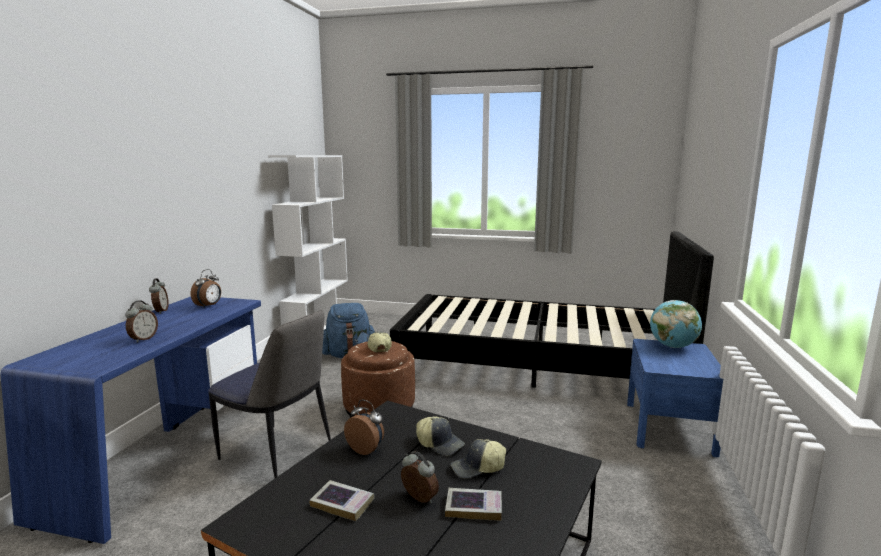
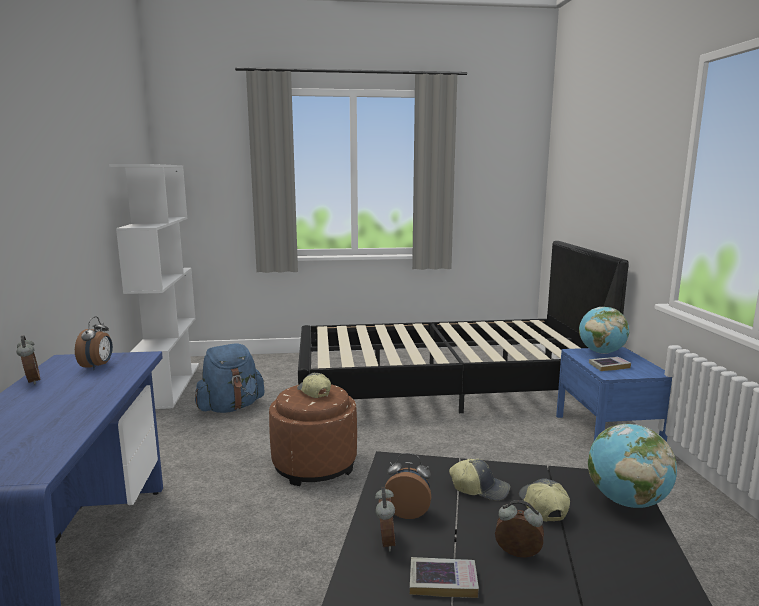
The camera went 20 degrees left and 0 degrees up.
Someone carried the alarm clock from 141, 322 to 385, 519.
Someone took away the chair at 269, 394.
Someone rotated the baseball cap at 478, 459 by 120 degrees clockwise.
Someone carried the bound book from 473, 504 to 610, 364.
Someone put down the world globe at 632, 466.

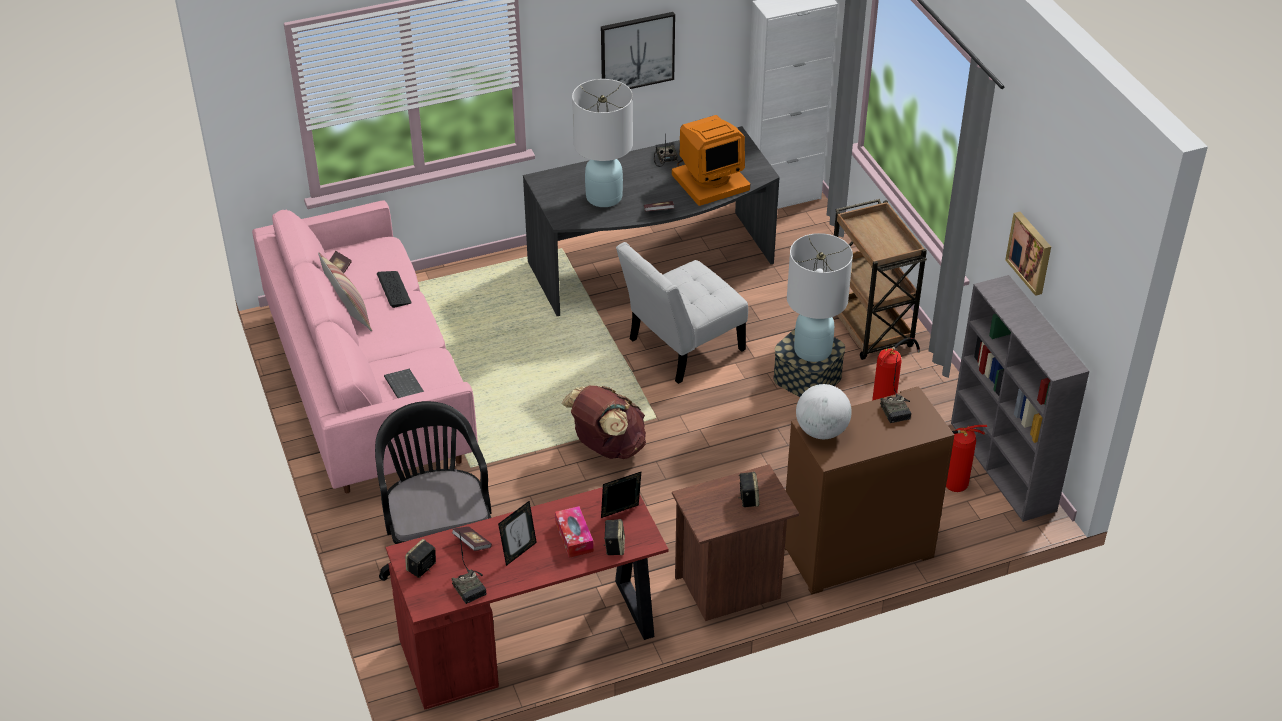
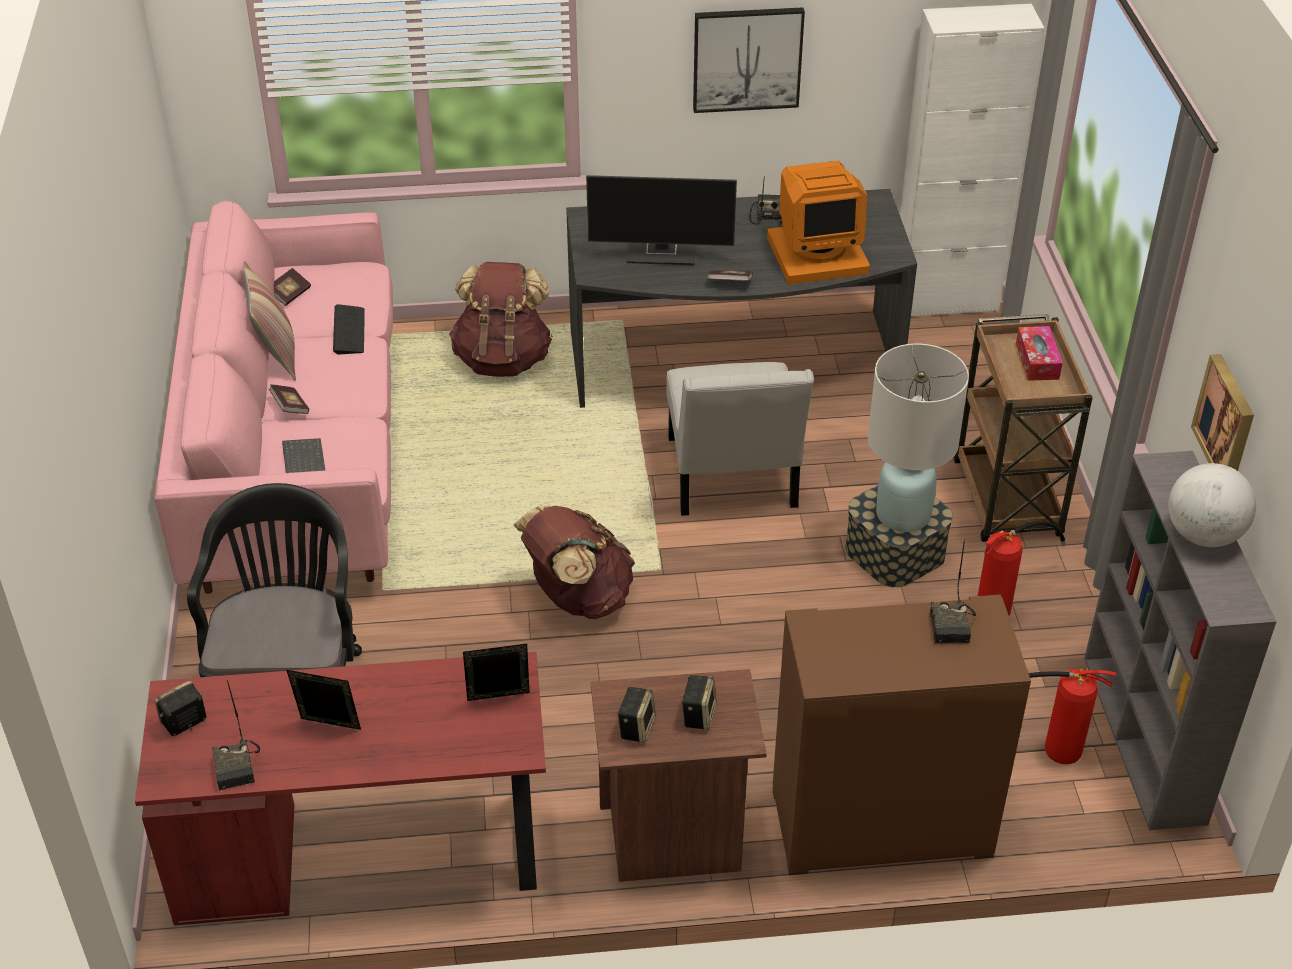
The camera went 15 degrees right and 0 degrees up.
Someone swapped the tabletop lamp/whitish at 602, 143 for the computer screen at 661, 220.
Someone rotated the chair/whitish at 682, 313 by 75 degrees counterclockwise.
Someone carried the world globe from 824, 411 to 1212, 505.
Someone rotated the photo frame at 517, 533 by 135 degrees counterclockwise.
Someone carried the tissue box from 574, 532 to 1039, 353.
Someone carried the loudspeaker from 614, 537 to 636, 715.
Someone carried the bound book from 472, 538 to 289, 399.
Someone put down the rucksack/brownish at 501, 319.

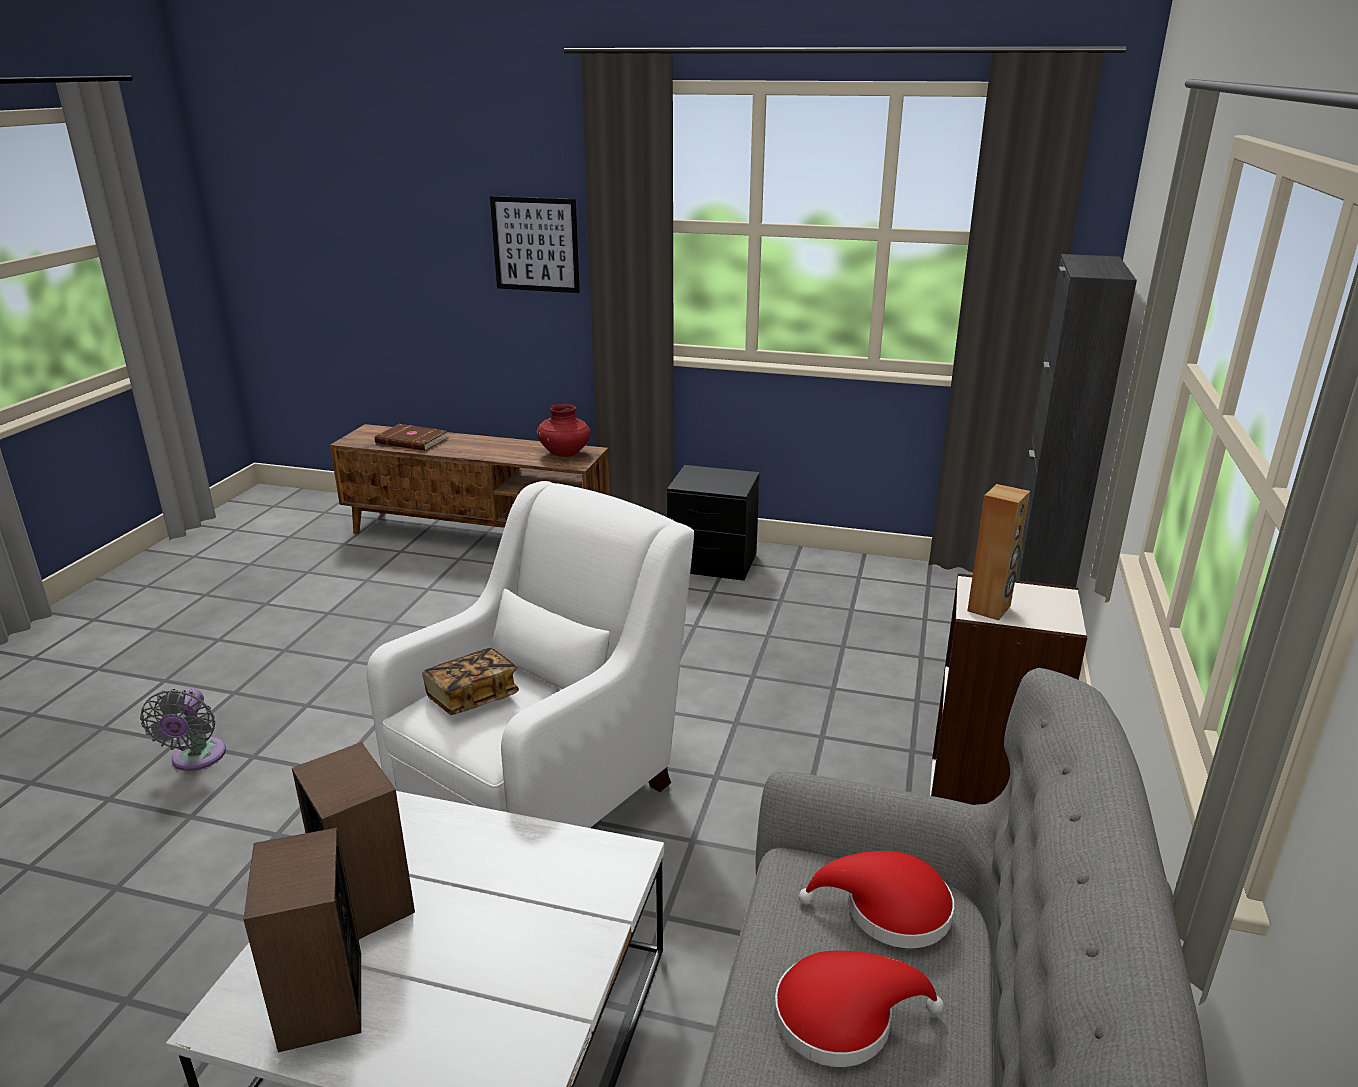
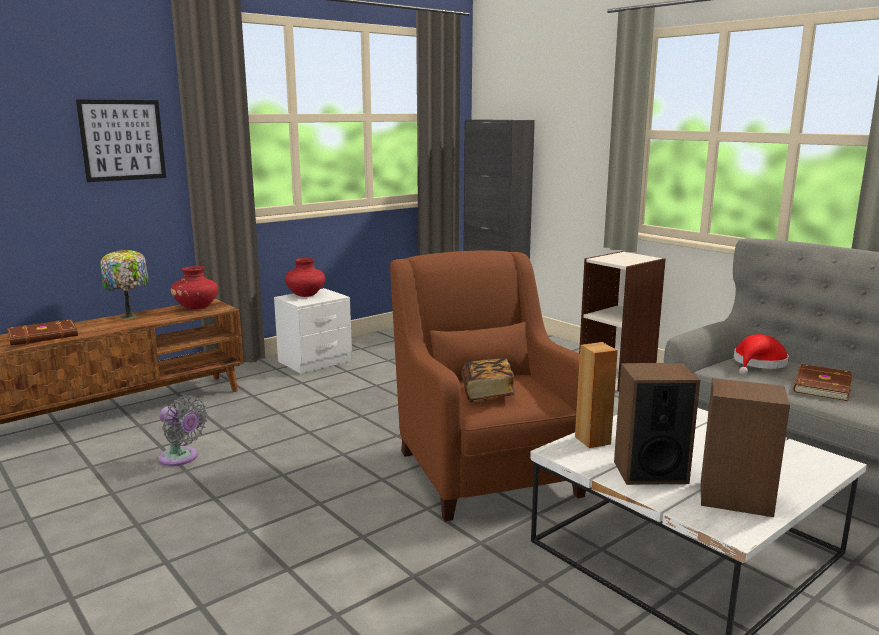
The camera went 55 degrees left and 10 degrees down.
Someone repainted the bedside table/blackish at 713, 523, which became the bedside table/whitish at 313, 331.
Someone repainted the armchair/whitish at 530, 654, which became the armchair/brownish at 488, 386.
Someone carried the loudspeaker/brownish from 998, 552 to 596, 395.
Someone carried the cooling fan/greyish from 183, 729 to 183, 430.
Someone swapped the clothing hat/red at 859, 1009 for the bound book/brownish at 822, 382.
Someone put down the tabletop lamp at 124, 284.
Someone put down the flower vase/red at 305, 277.

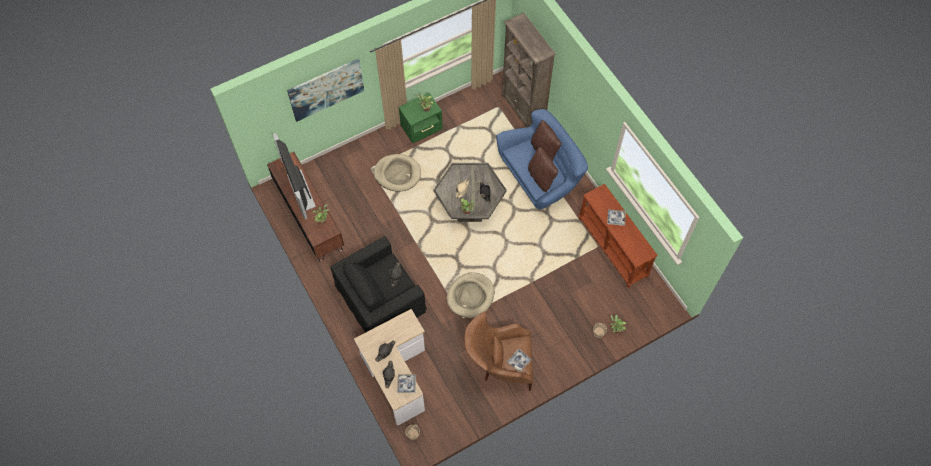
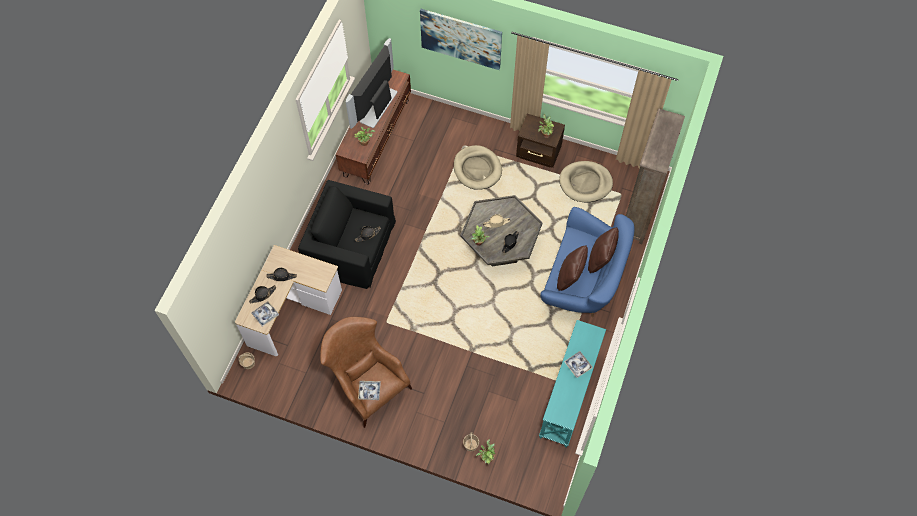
The camera went 50 degrees right and 0 degrees up.
Someone repainted the bedside table/green at 421, 118, which became the bedside table/brownish at 540, 141.
Someone repainted the console table/brownish at 618, 236, which became the console table/turquoise-coloured at 572, 383.
Someone carried the dog bed/beige from 470, 295 to 586, 181.

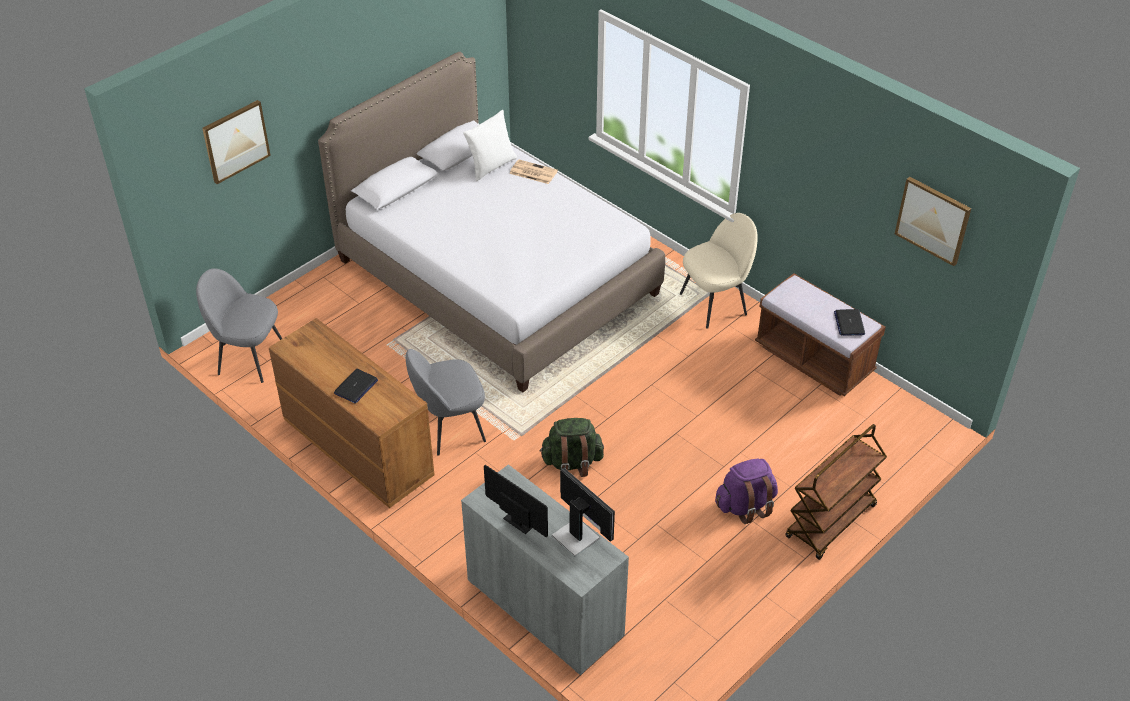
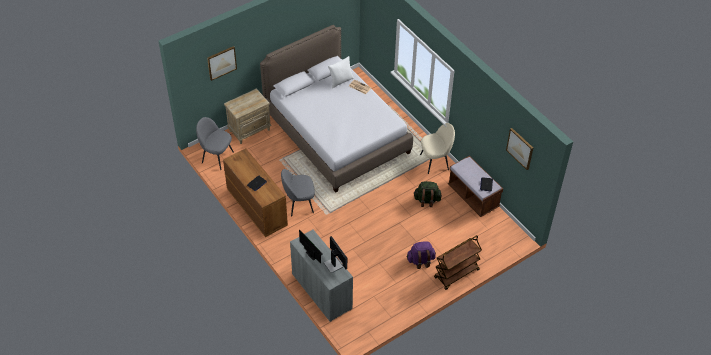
The camera went 10 degrees right and 5 degrees up.
Someone carried the rucksack/green from 571, 447 to 427, 194.
Someone put down the bedside table/beige at 248, 116.

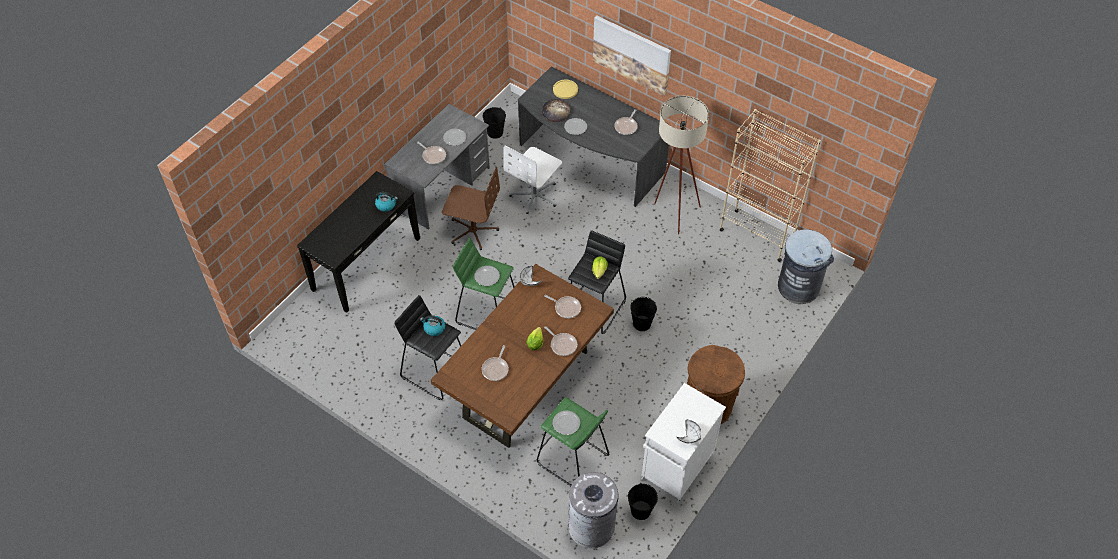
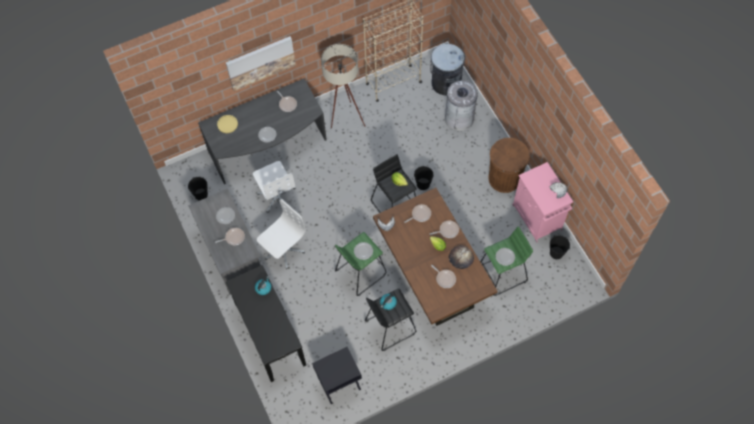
The camera went 60 degrees left and 10 degrees up.
Someone carried the bakery bread from 556, 110 to 461, 257.
Someone repainted the office chair/brownish at 471, 208, which became the office chair/whitish at 281, 234.
Someone repainted the storage cabinet/whitish at 683, 443, which became the storage cabinet/pink-coloured at 543, 202.
Someone carried the waste bin/greyish from 593, 510 to 461, 105.
Someone put down the bedside table/blackish at 337, 375.

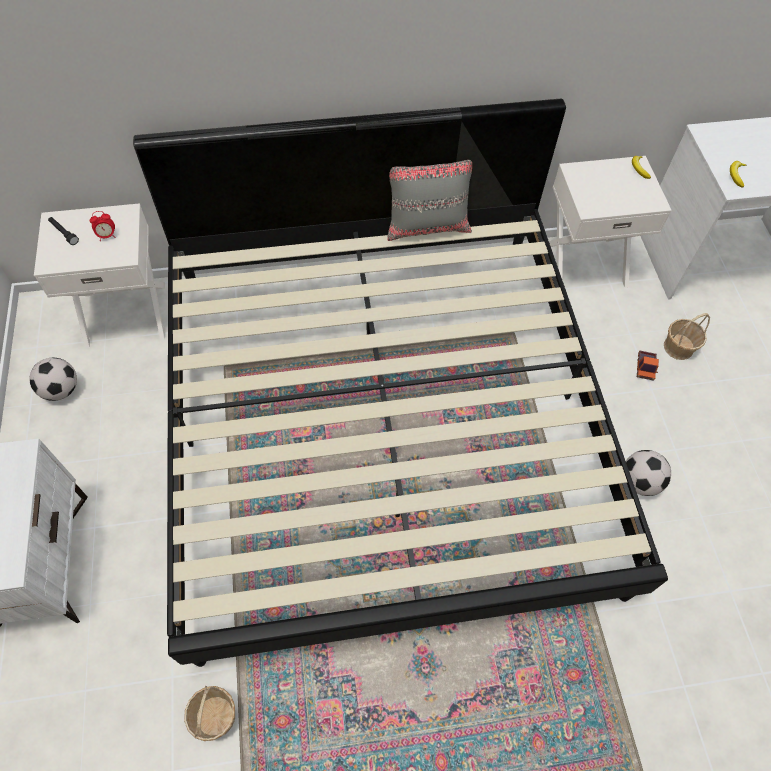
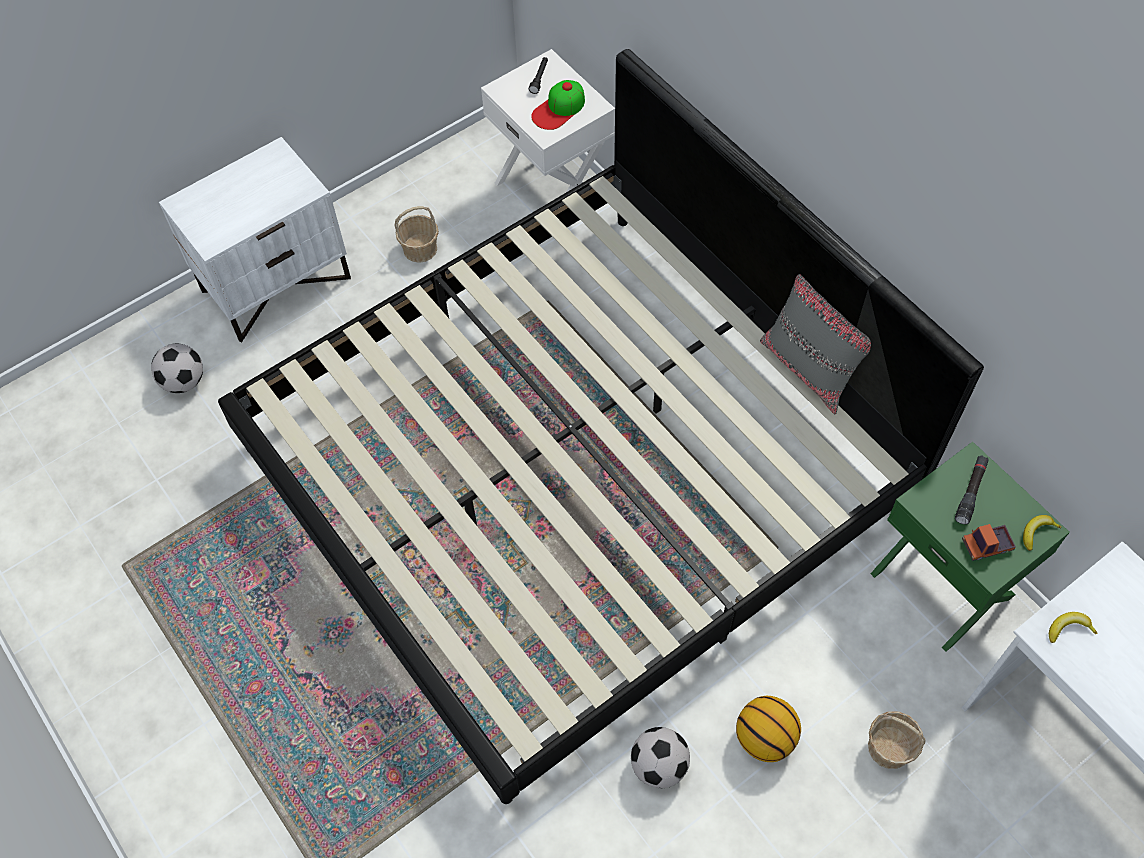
The camera went 65 degrees right and 0 degrees up.
Someone repainted the bedside table/whitish at 610, 222, which became the bedside table/green at 970, 547.
Someone swapped the alarm clock at 103, 226 for the baseball cap at 558, 105.
Someone carried the model truck from 648, 366 to 989, 542.
Someone carried the football from 53, 379 to 177, 368.
Someone carried the basket from 209, 713 to 417, 234.
Someone put down the flashlight/blackish at 972, 489.
Someone put down the basketball ball at 768, 729.

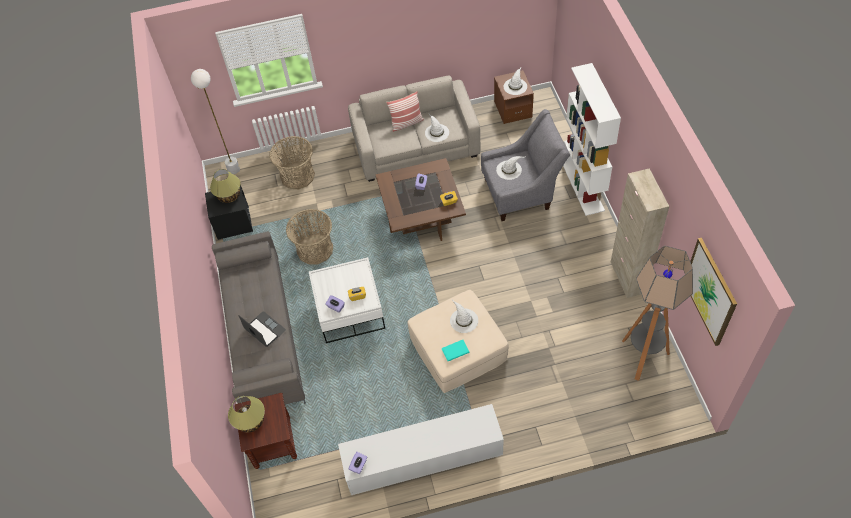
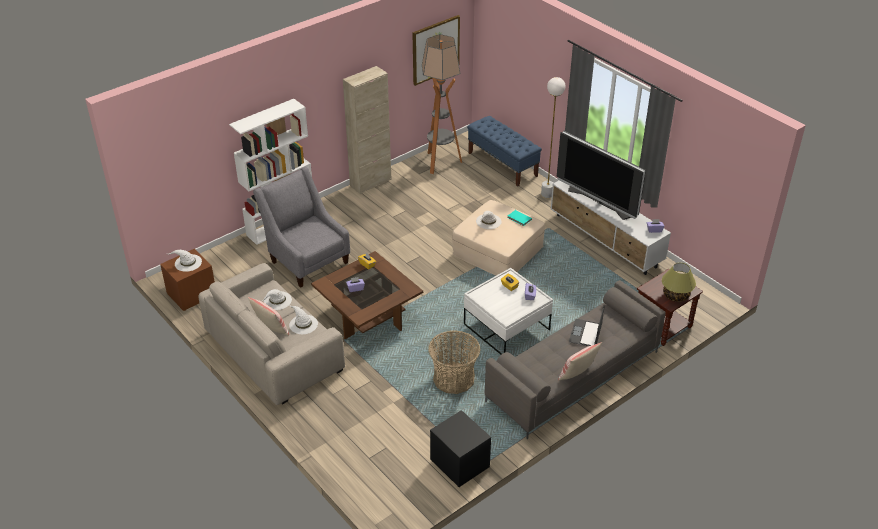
The camera went 120 degrees left and 15 degrees down.
Someone carried the standing lamp/whitish from 215, 122 to 553, 137.
Someone took away the basket at 292, 162.
Someone carried the clothing hat/whitish from 511, 168 to 303, 319.
Someone took away the tabletop lamp at 225, 186.
Someone put down the indoor bench/blue-coloured at 504, 151.
Someone put down the TV at 601, 175.
Someone put down the cushion at 580, 361.

